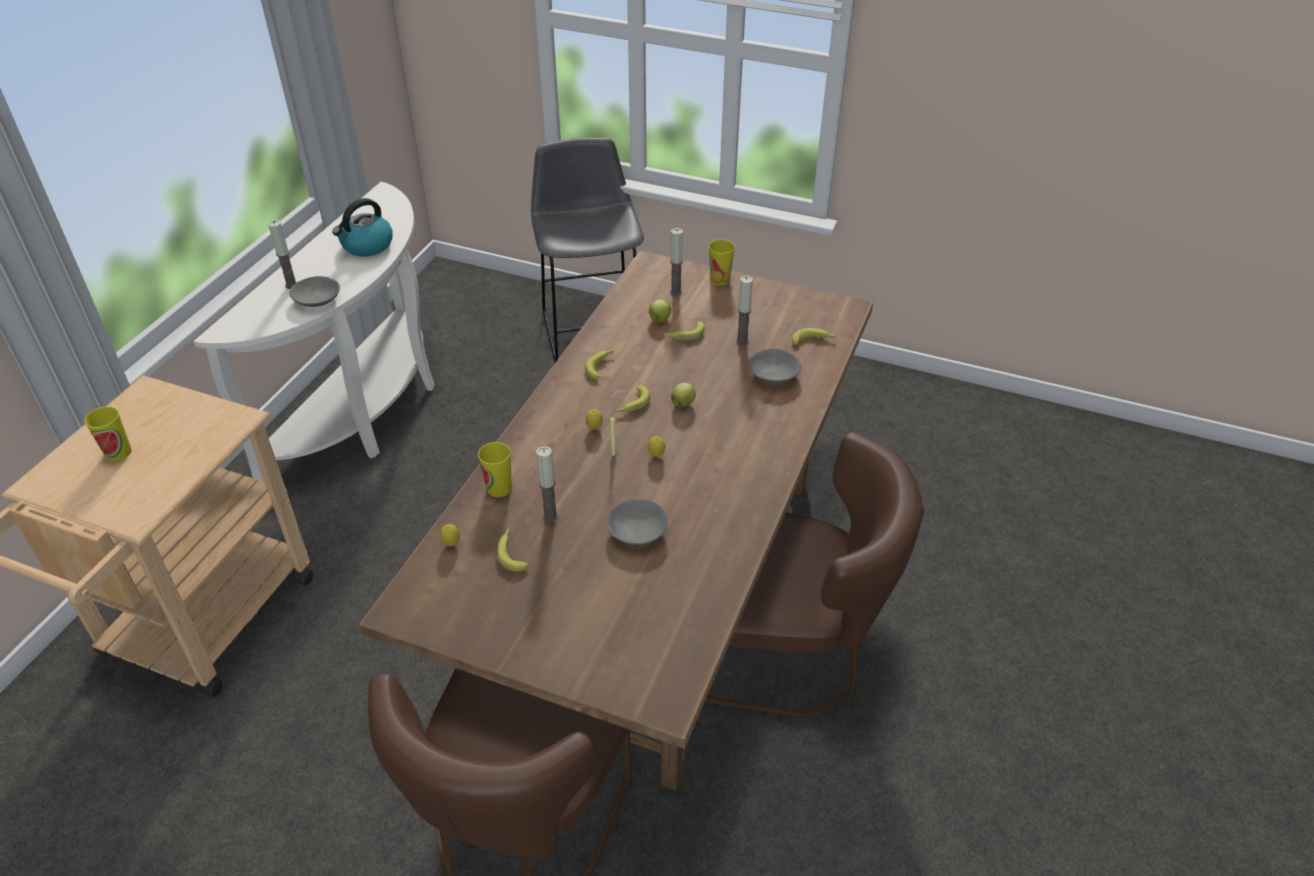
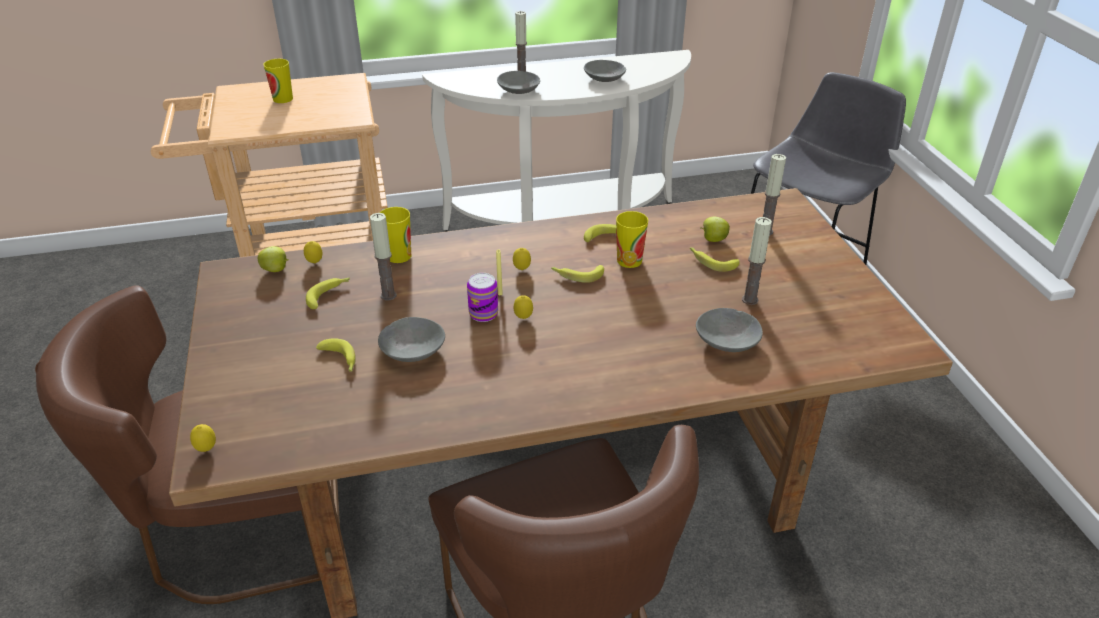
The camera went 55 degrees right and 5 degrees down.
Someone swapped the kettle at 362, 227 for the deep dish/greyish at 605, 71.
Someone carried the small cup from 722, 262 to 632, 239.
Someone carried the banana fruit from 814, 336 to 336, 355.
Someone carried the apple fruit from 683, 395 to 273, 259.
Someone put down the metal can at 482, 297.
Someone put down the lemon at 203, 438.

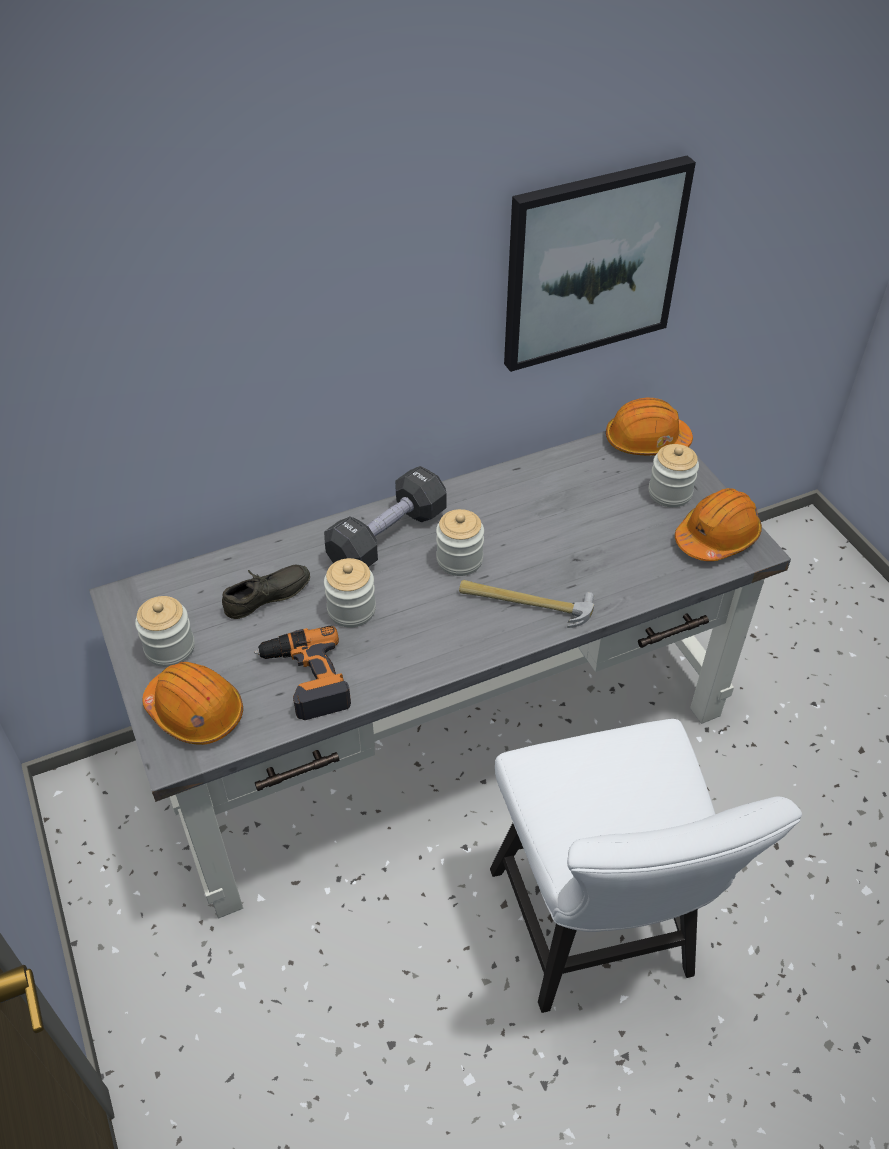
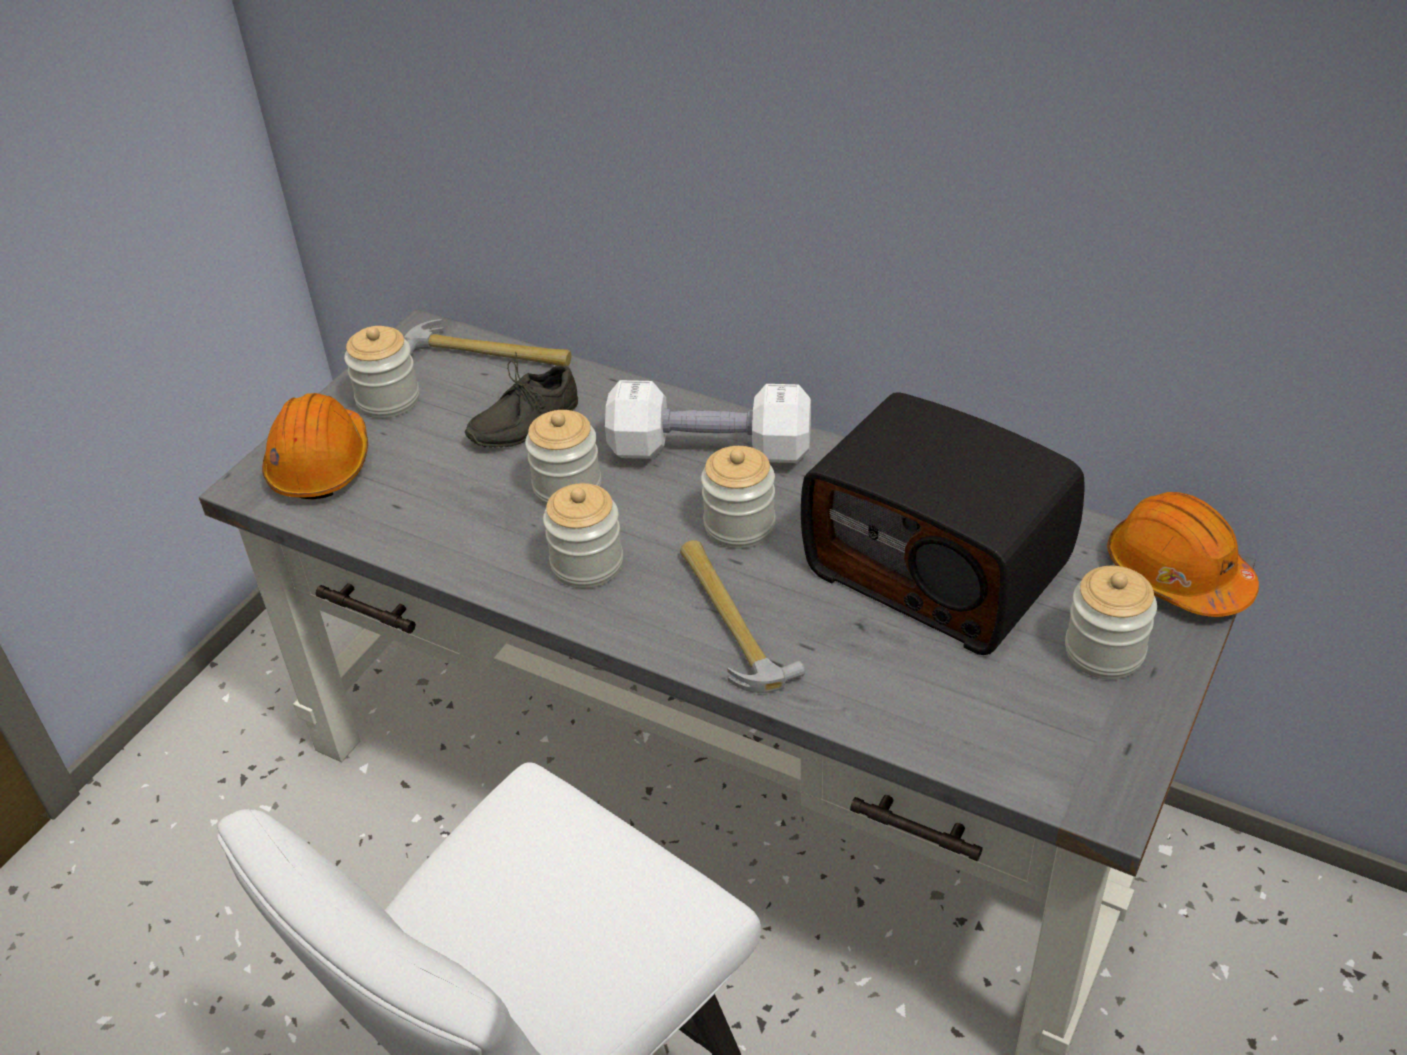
The camera went 55 degrees right and 5 degrees down.
Someone took away the wall picture at 600, 264.
Someone repainted the dumbbell/blackish at 385, 516, which became the dumbbell/whitish at 708, 421.
Someone took away the work helmet/orangey at 718, 524.
Someone rotated the low shoe/greyish at 266, 592 by 120 degrees clockwise.
Someone took away the electric drill at 302, 673.
Someone put down the tool hammer at 487, 342.
Someone put down the radio set at 943, 523.
Someone put down the preserve jar at 583, 535.

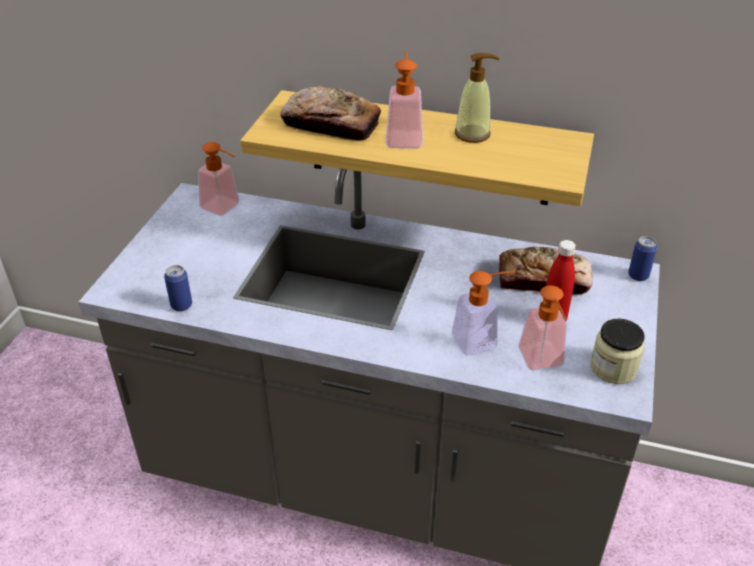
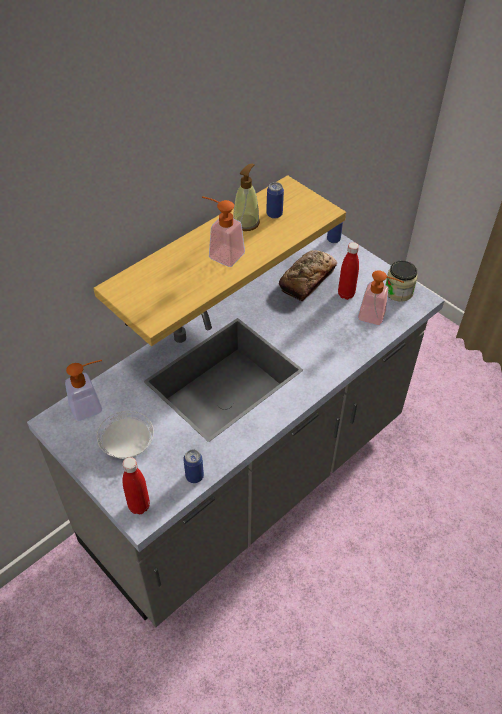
The camera went 60 degrees left and 10 degrees up.
Someone took away the bakery bread at 330, 114.
Someone took away the soap bottle at 483, 313.
Someone put down the metal can at 275, 200.
Someone put down the plate/whitish at 125, 435.
Someone put down the drink bottle/red at 136, 485.

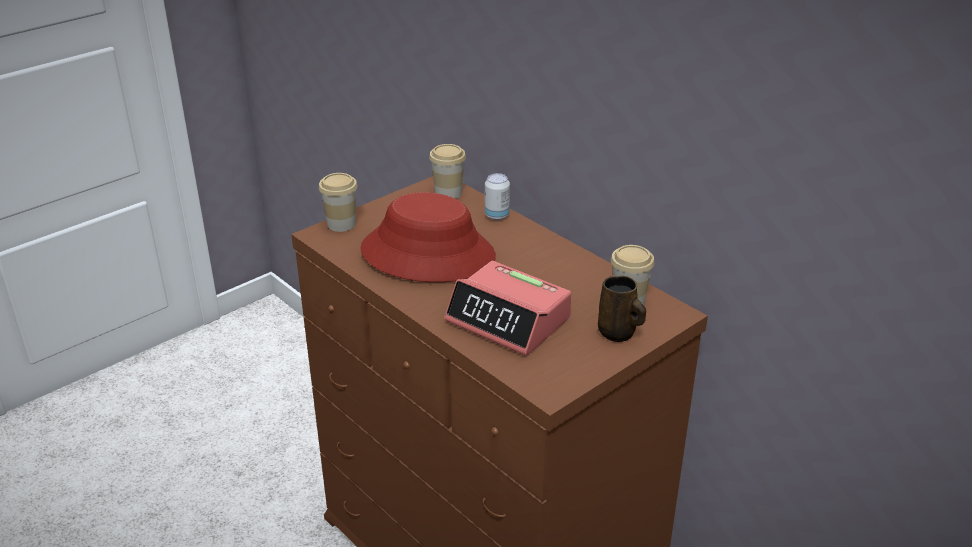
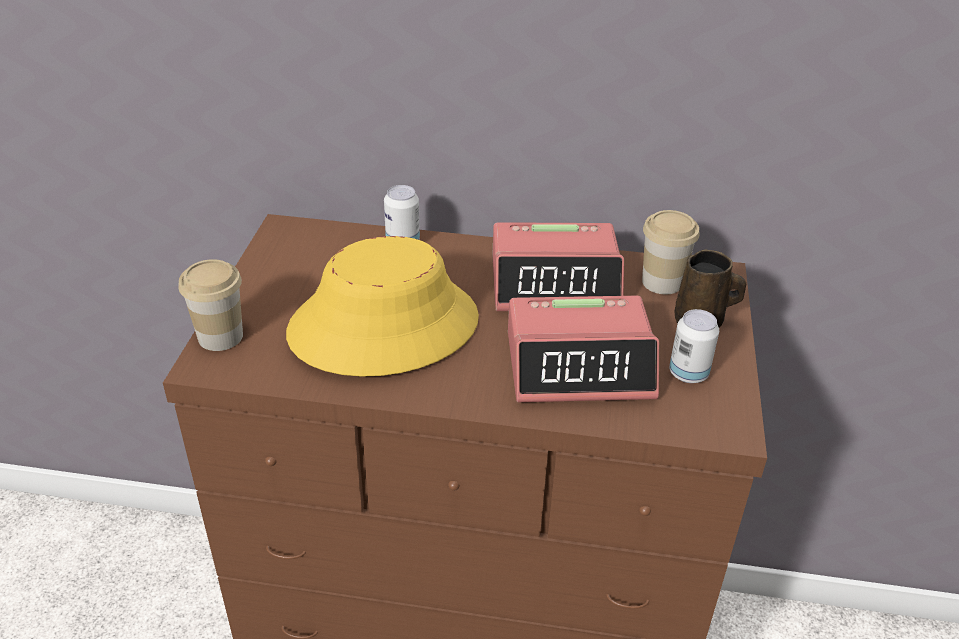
The camera went 40 degrees left and 5 degrees up.
Someone took away the small cup at 447, 171.
Someone repainted the clothing hat/red at 428, 237, which became the clothing hat/yellow at 382, 306.
Someone put down the alarm clock at 558, 266.
Someone put down the metal can at 694, 346.

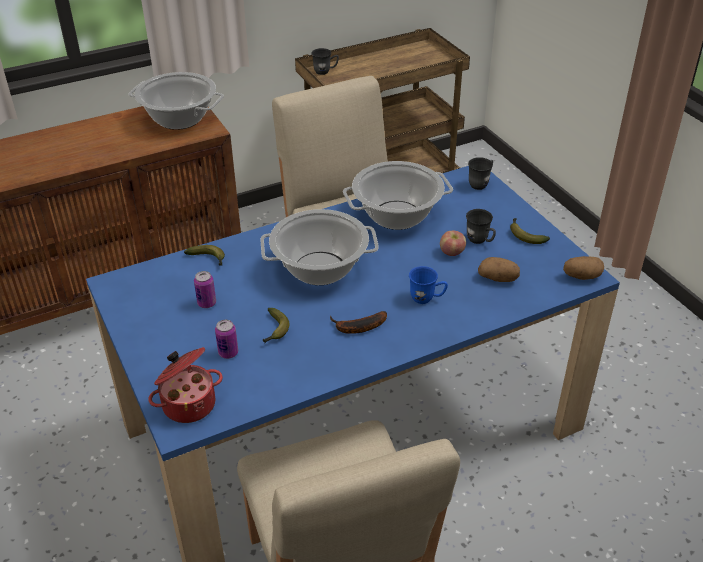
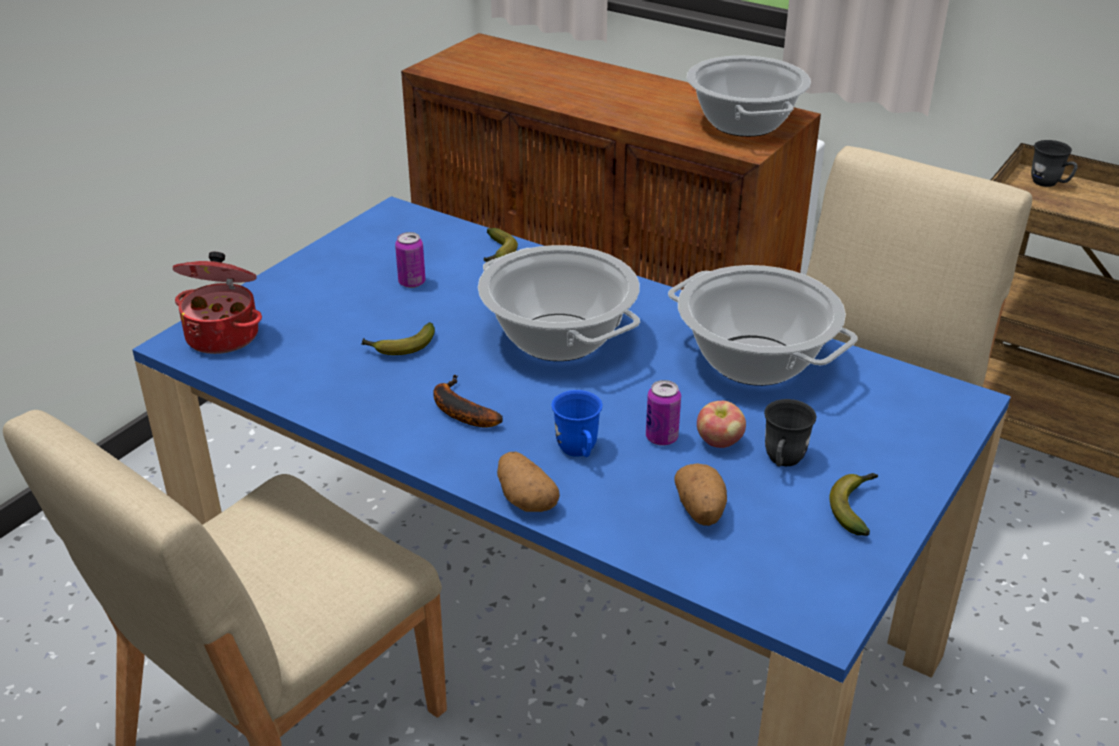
The camera went 60 degrees right and 5 degrees down.
Someone took away the mug/greyish at 480, 173.
Someone carried the whole potato from 583, 268 to 528, 482.
Someone carried the metal can from 226, 339 to 663, 413.

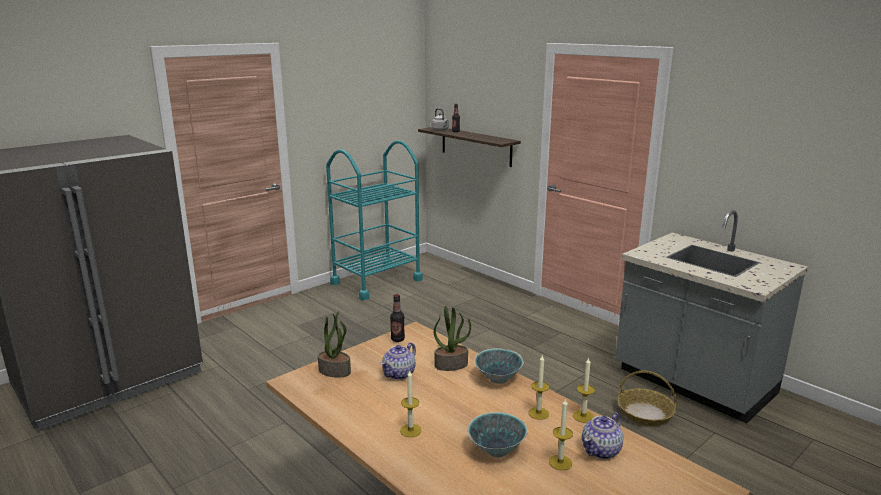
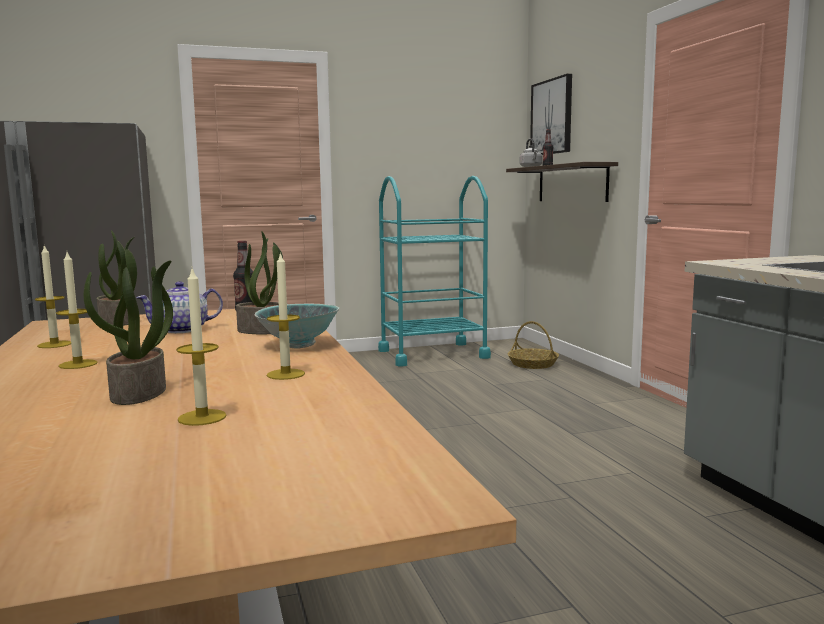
The camera went 25 degrees right and 10 degrees down.
Someone carried the wax candle from 584, 390 to 53, 296.
Someone carried the basket from 647, 398 to 533, 345.
Someone swapped the deep dish at 498, 435 for the potted plant at 128, 327.
Someone took away the tea pot at 603, 435.
Someone put up the wall picture at 551, 114.

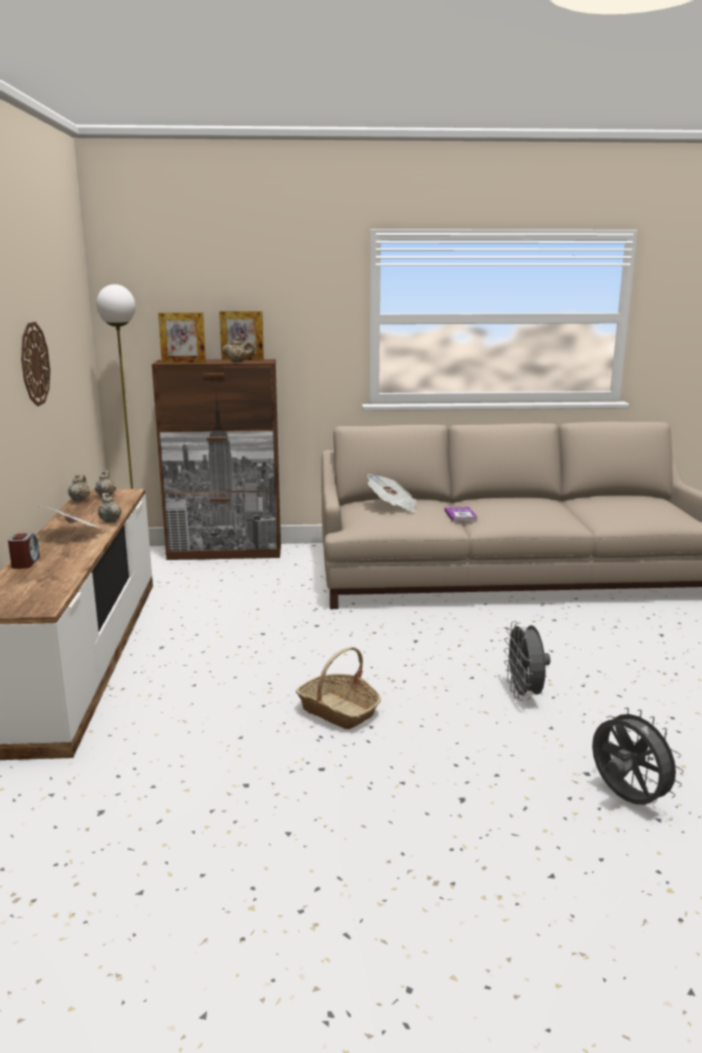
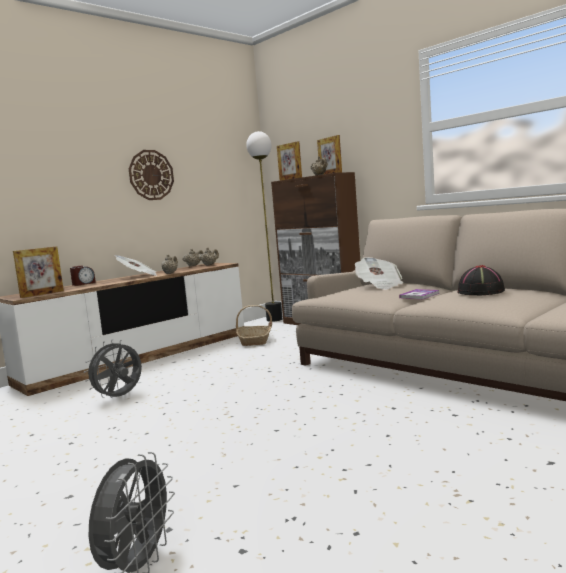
The camera went 50 degrees right and 10 degrees down.
Someone carried the cooling fan/greyish from 527, 661 to 113, 368.
Someone carried the basket from 338, 688 to 254, 325.
Someone put down the photo frame at 38, 272.
Someone put down the clothing hat/blackish at 481, 280.

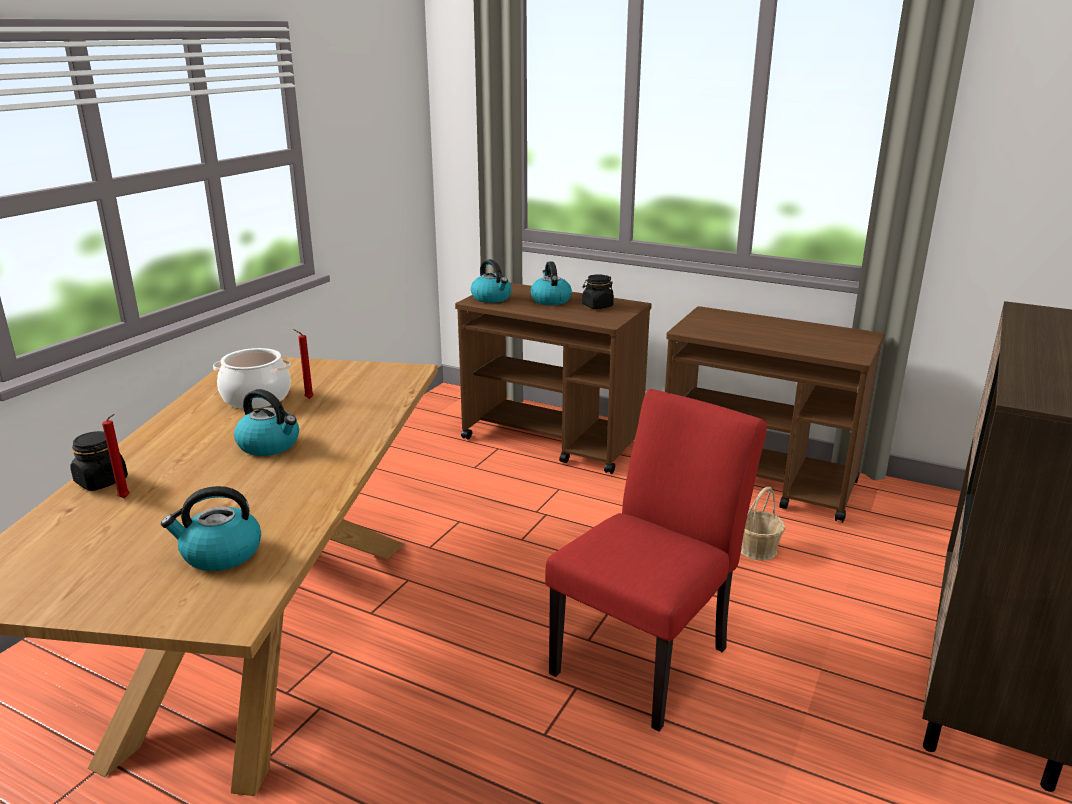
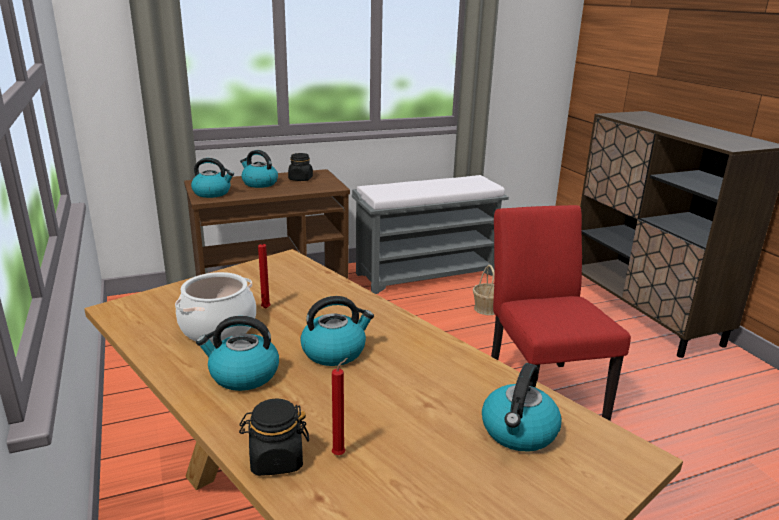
The camera went 50 degrees left and 0 degrees up.
Someone swapped the wheeled cart/brownish at 775, 414 for the indoor bench/greyish at 430, 234.
Someone put down the kettle at 237, 353.

